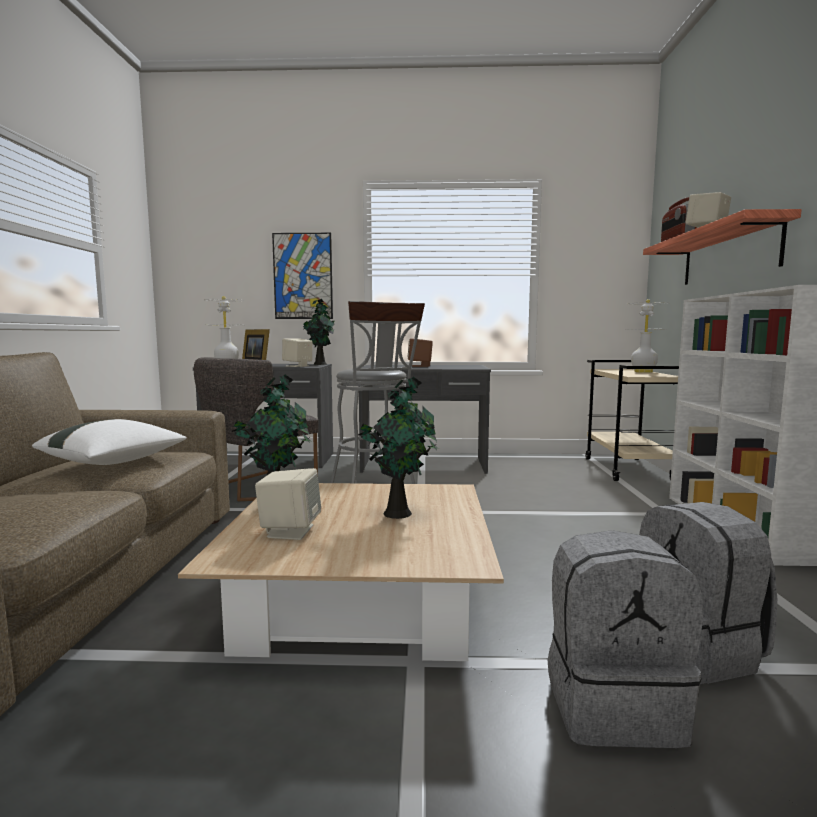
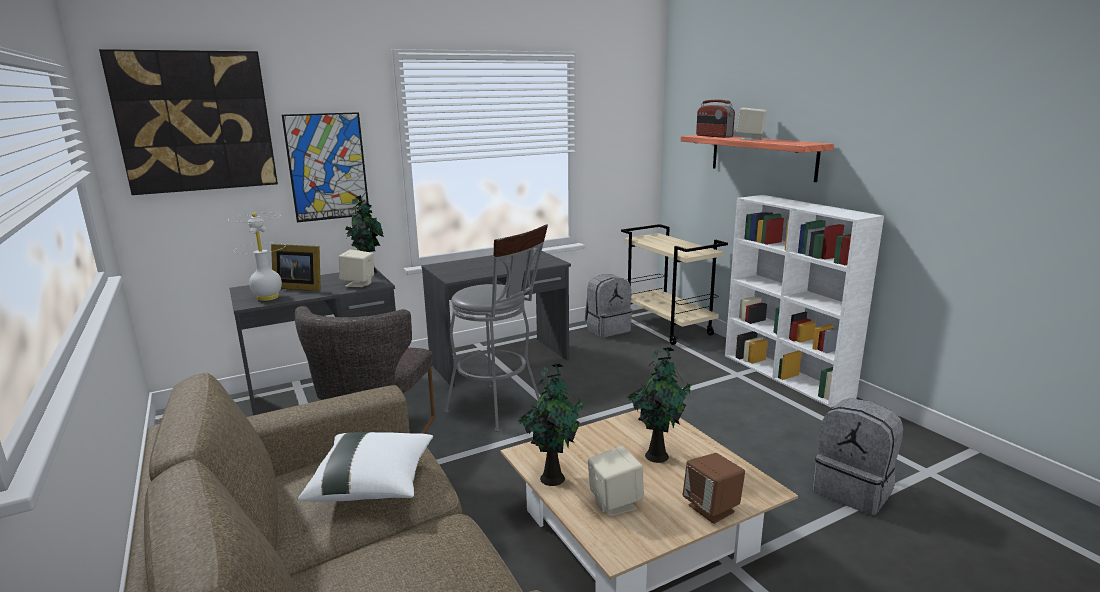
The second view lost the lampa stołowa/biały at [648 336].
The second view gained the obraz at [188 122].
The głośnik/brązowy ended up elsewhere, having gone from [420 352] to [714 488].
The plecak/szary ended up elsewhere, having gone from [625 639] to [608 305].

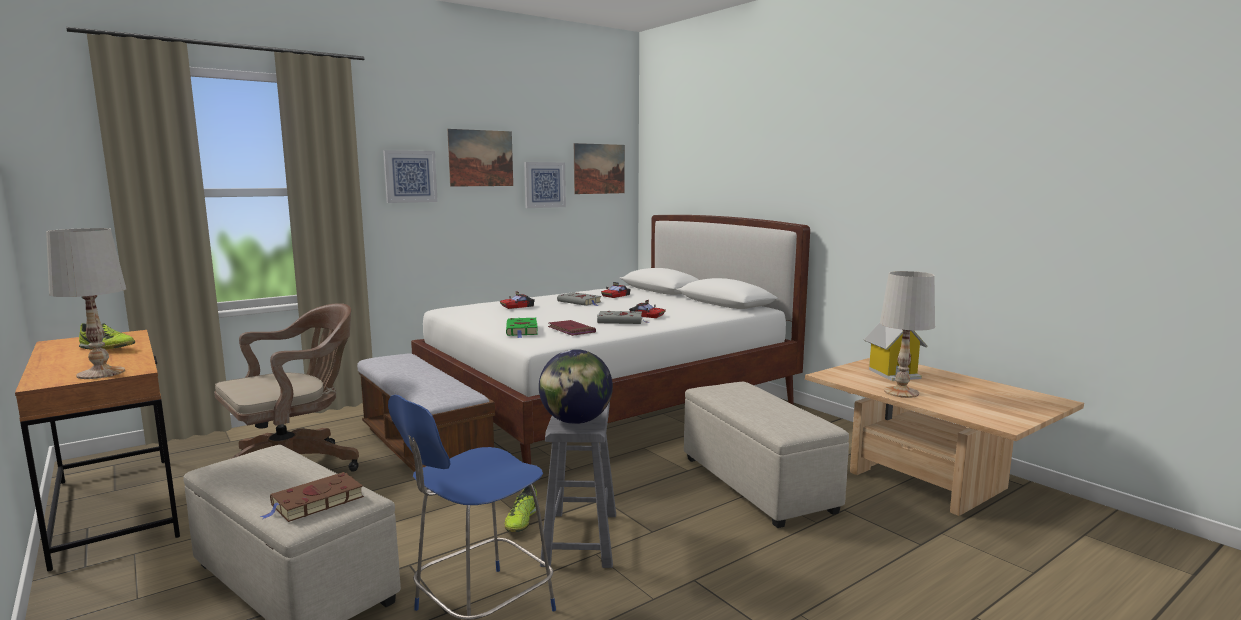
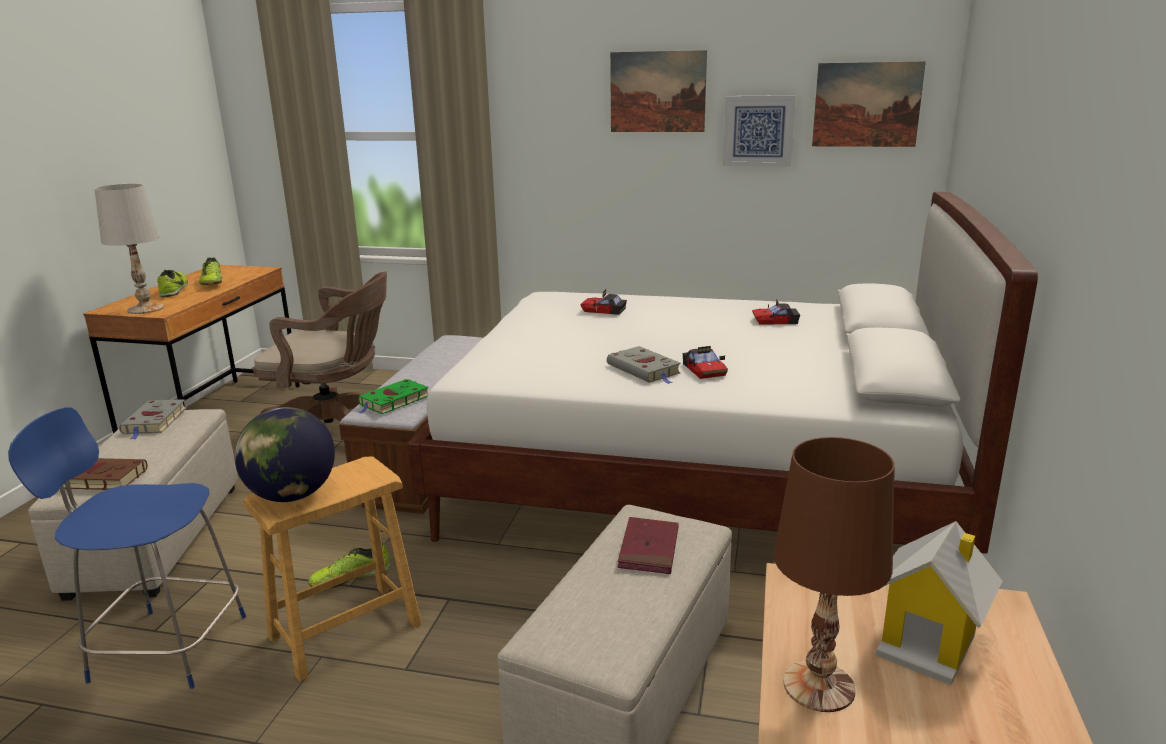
The second view lost the obraz at [410 176].
The second view gained the but at [172 283].
The książka/zielony ended up elsewhere, having gone from [522 328] to [393 396].
The książka/czerwony ended up elsewhere, having gone from [572 328] to [648 545].
The książka/szary ended up elsewhere, having gone from [579 299] to [153 419].
What was the stołek/szary at [578 485] turned into the stołek/brązowy at [332 568].
What was the lampa stołowa/biały at [907 334] turned into the lampa stołowa/brązowy at [834 574].

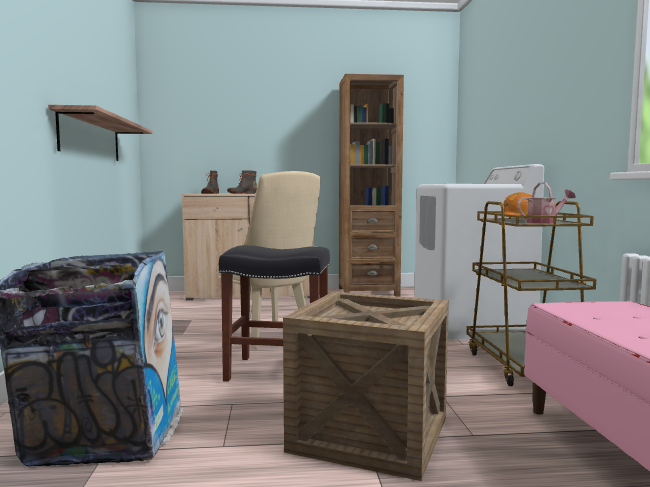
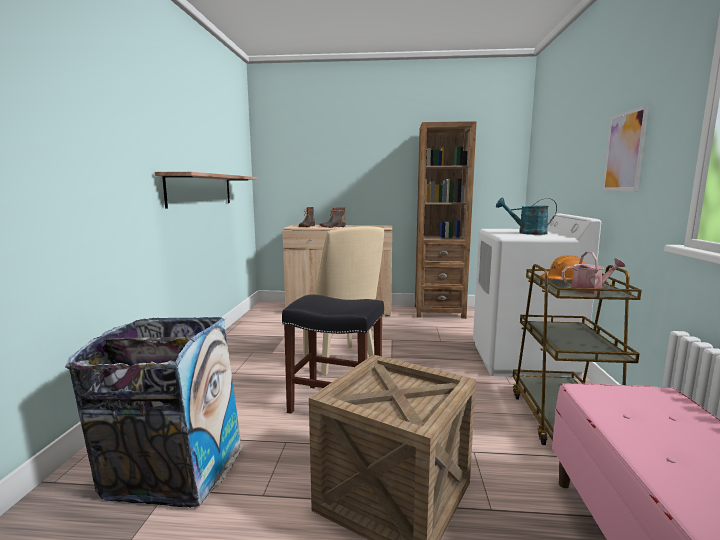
The second view gained the konewka/turkusowy at [526 216].
The second view gained the obraz at [625 148].

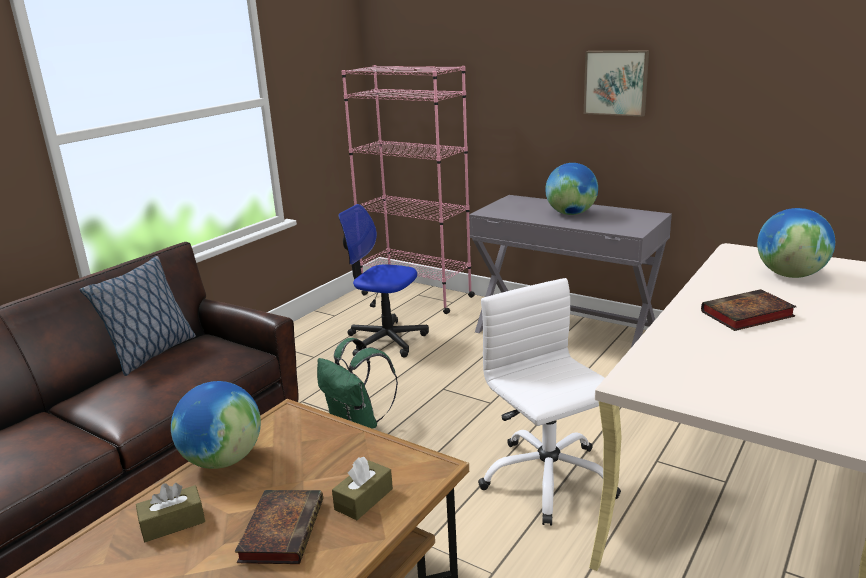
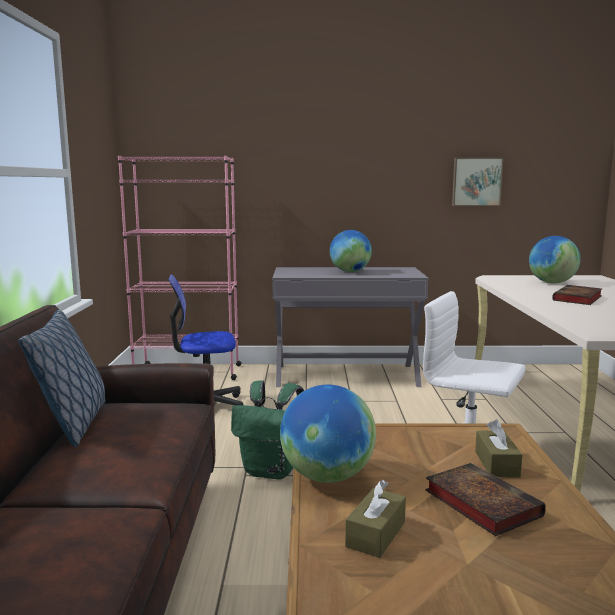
The obraz ended up elsewhere, having gone from [616 84] to [478 182].

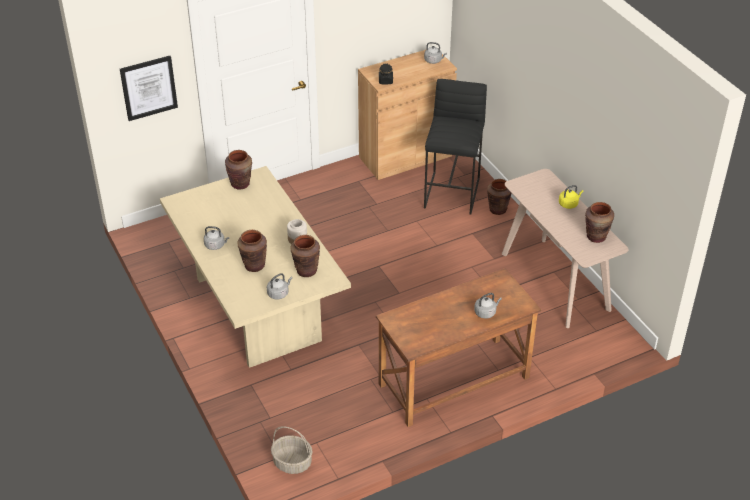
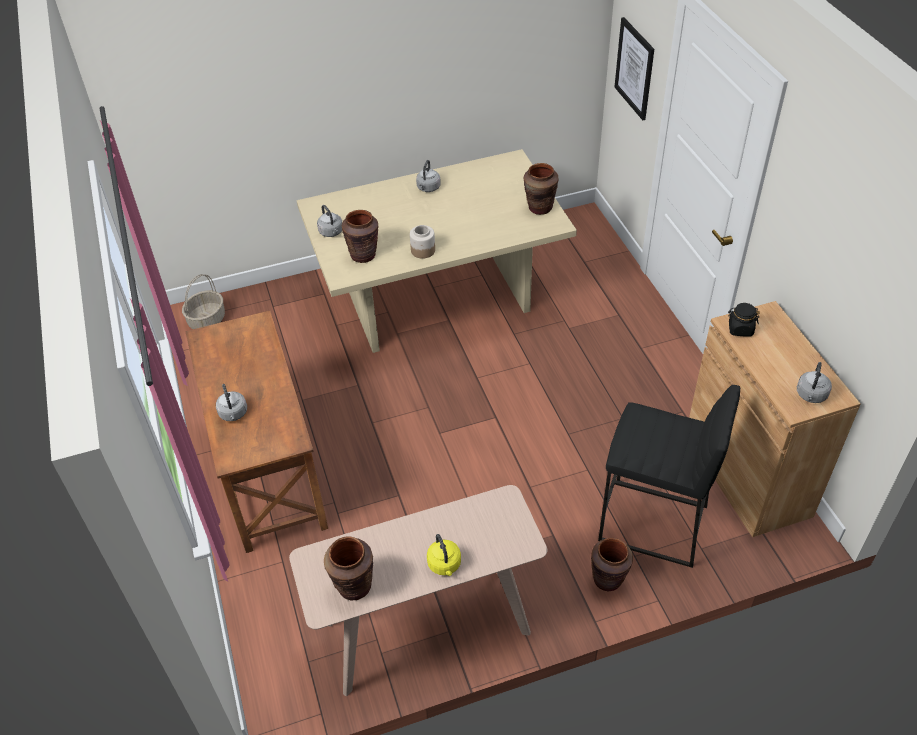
The second view lost the wazon/brązowy at [252 251].

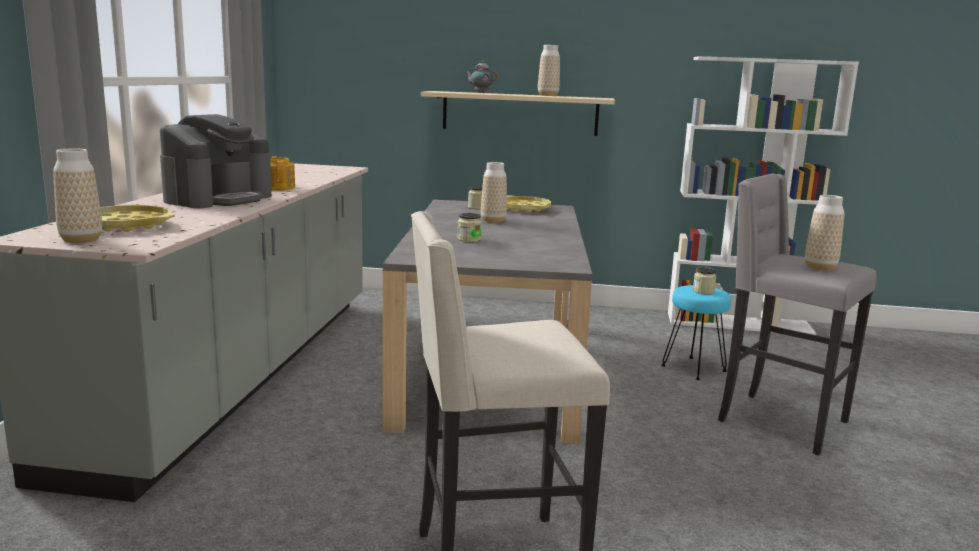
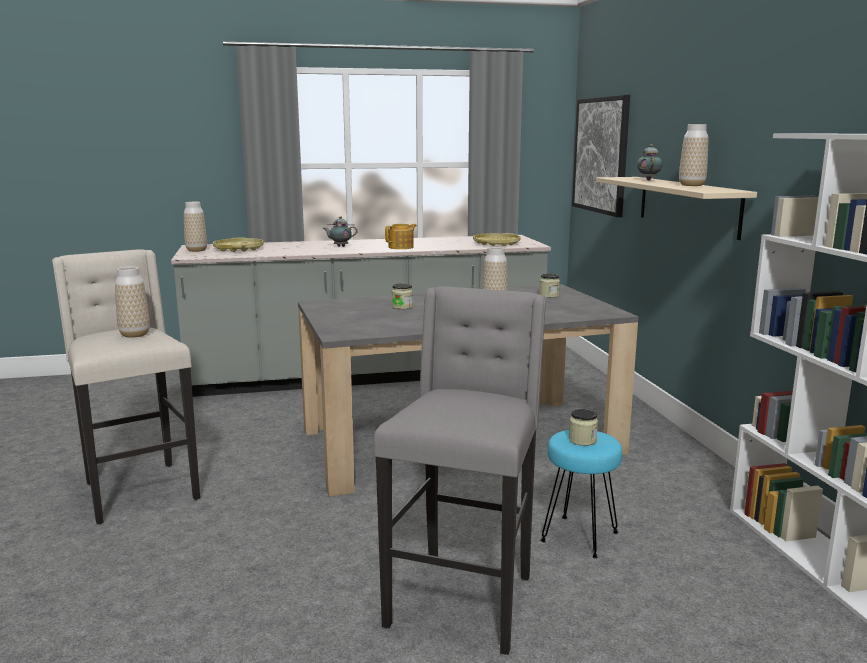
The second view gained the obraz at [601 156].
The taca/żółty ended up elsewhere, having gone from [529 203] to [497 239].
The wazon ended up elsewhere, having gone from [824 233] to [132 302].
Where the ekspres do kawy stood at [216 161], the imbryk came to stand at [340 231].

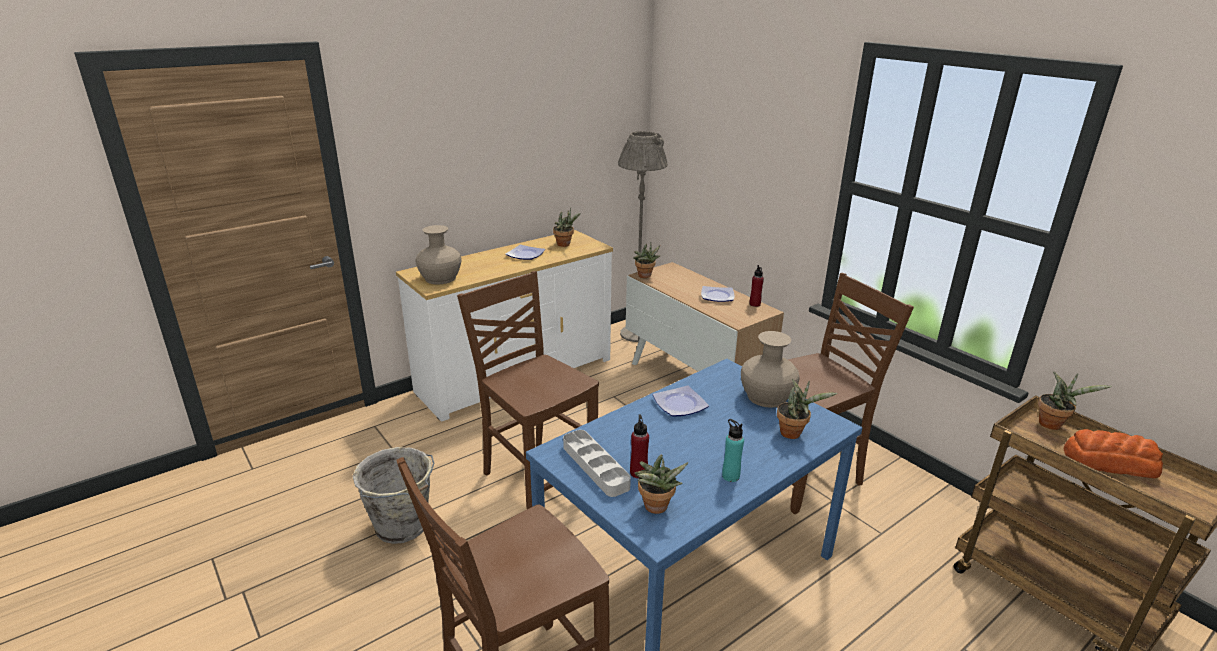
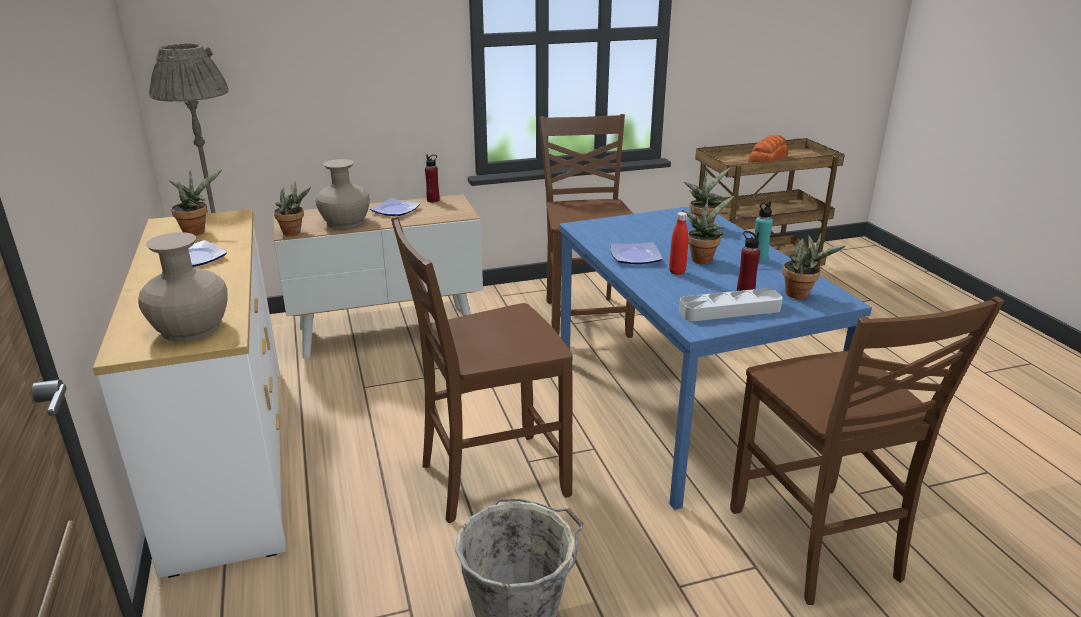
The second view gained the butelka/czerwony at [678 243].
The wazon/beżowy ended up elsewhere, having gone from [770 369] to [343 194].
The roślina doniczkowa ended up elsewhere, having gone from [1075 400] to [708 230].

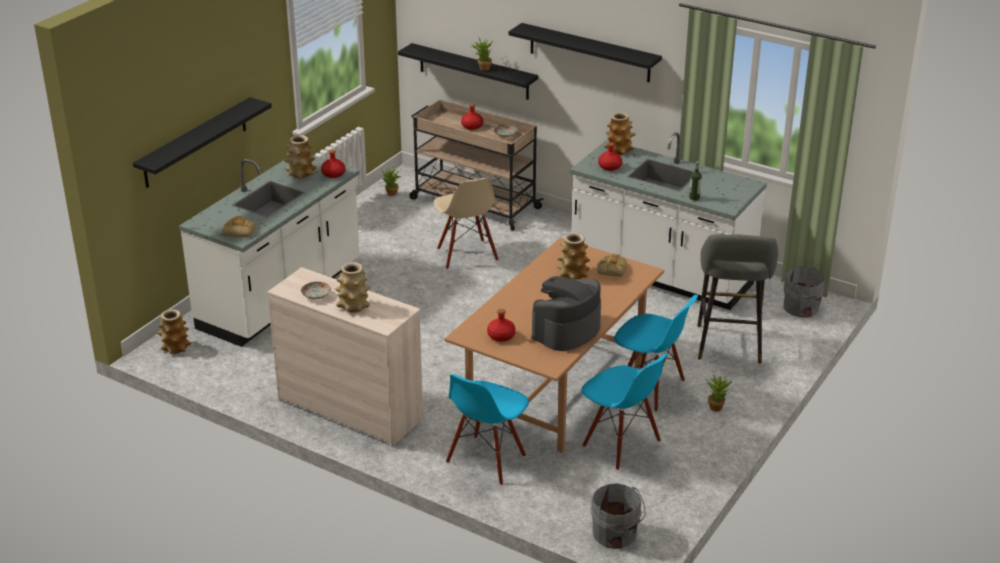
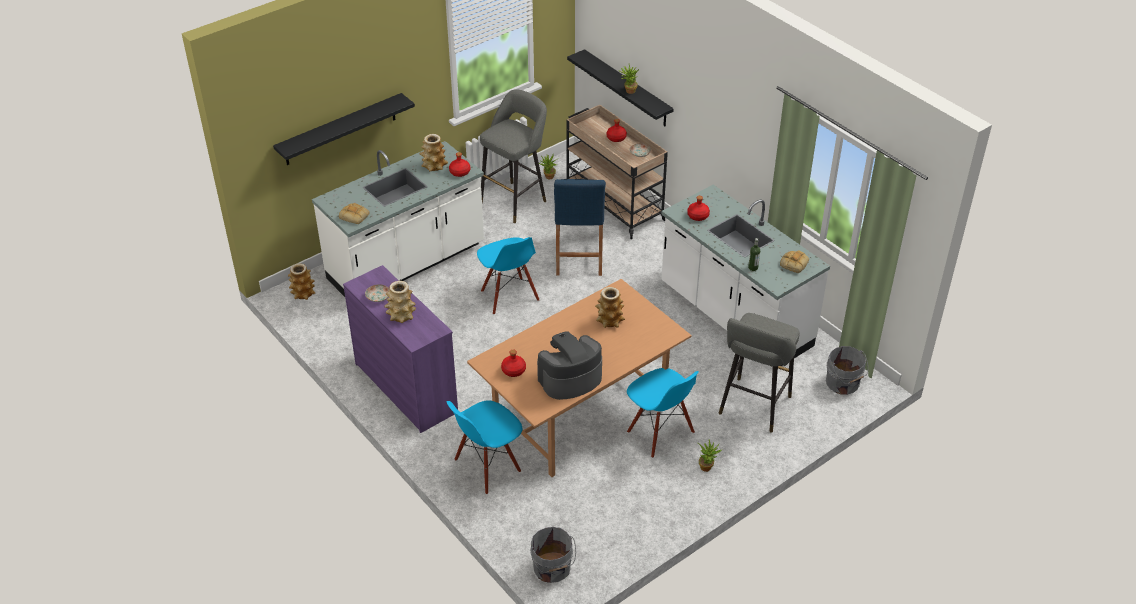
The second view lost the półka/czarny at [585 52].
The second view lost the wazon at [620 133].
The second view gained the stołek/szary at [513 156].
The krzesło/niebieski ended up elsewhere, having gone from [625 411] to [508 276].
The chleb ended up elsewhere, having gone from [612 265] to [794 261].
Where the krzesło/beżowy stood at [466 223], the stołek/niebieski came to stand at [580 227].
What was the komoda/beżowy at [345 356] turned into the komoda/fioletowy at [400 349].

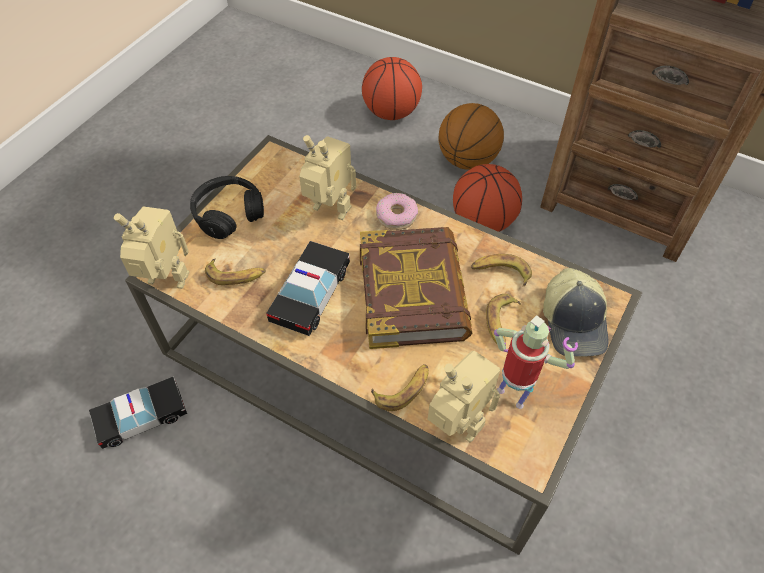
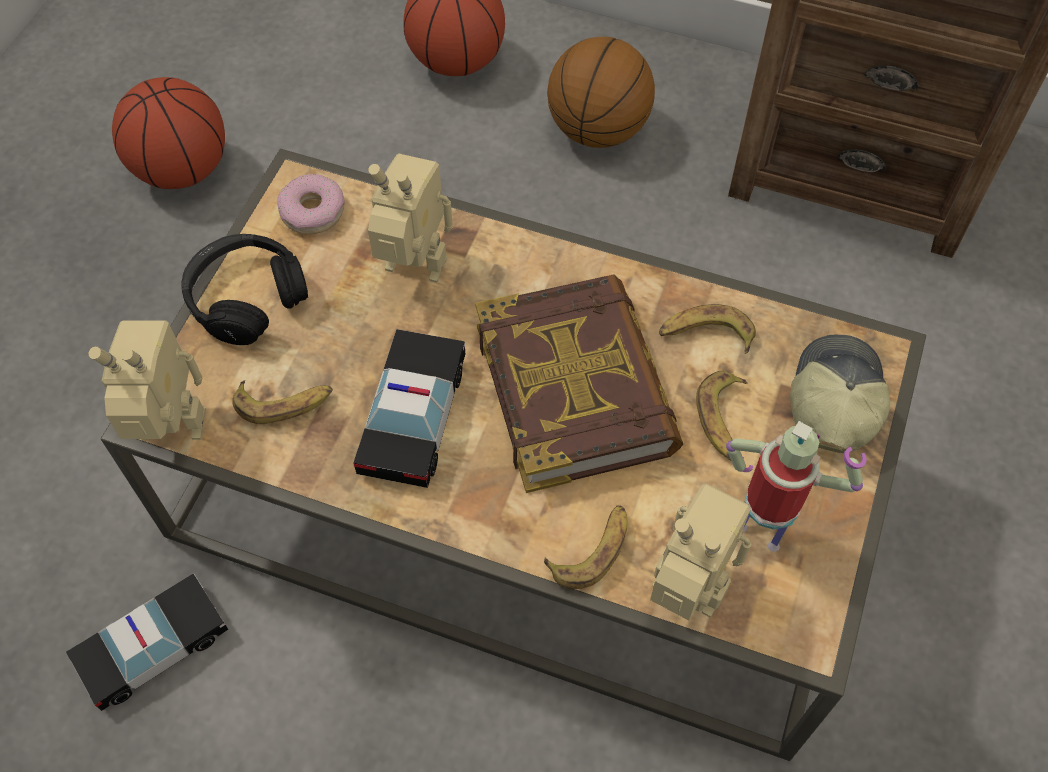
The donut ended up elsewhere, having gone from [397 211] to [311 204].
The piłka do koszykówki ended up elsewhere, having gone from [487 198] to [168 133].
The czapka z daszkiem at [575 312] ended up facing another way, 150 degrees counterclockwise from before.

